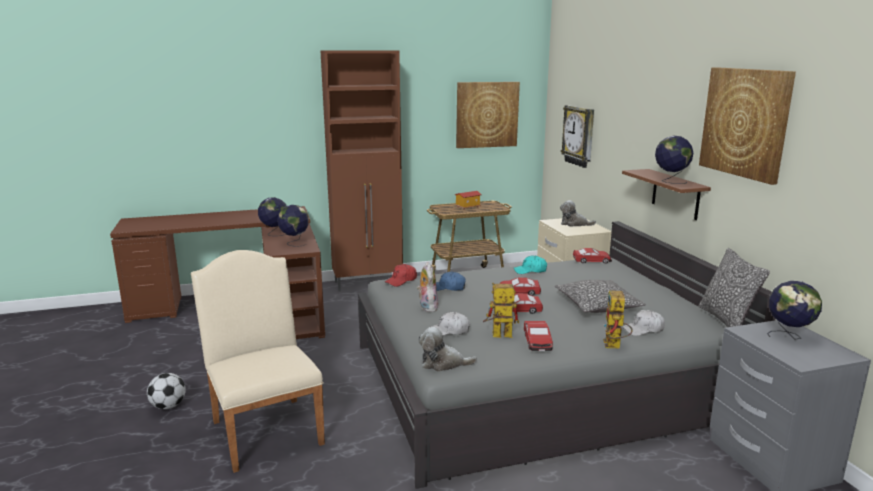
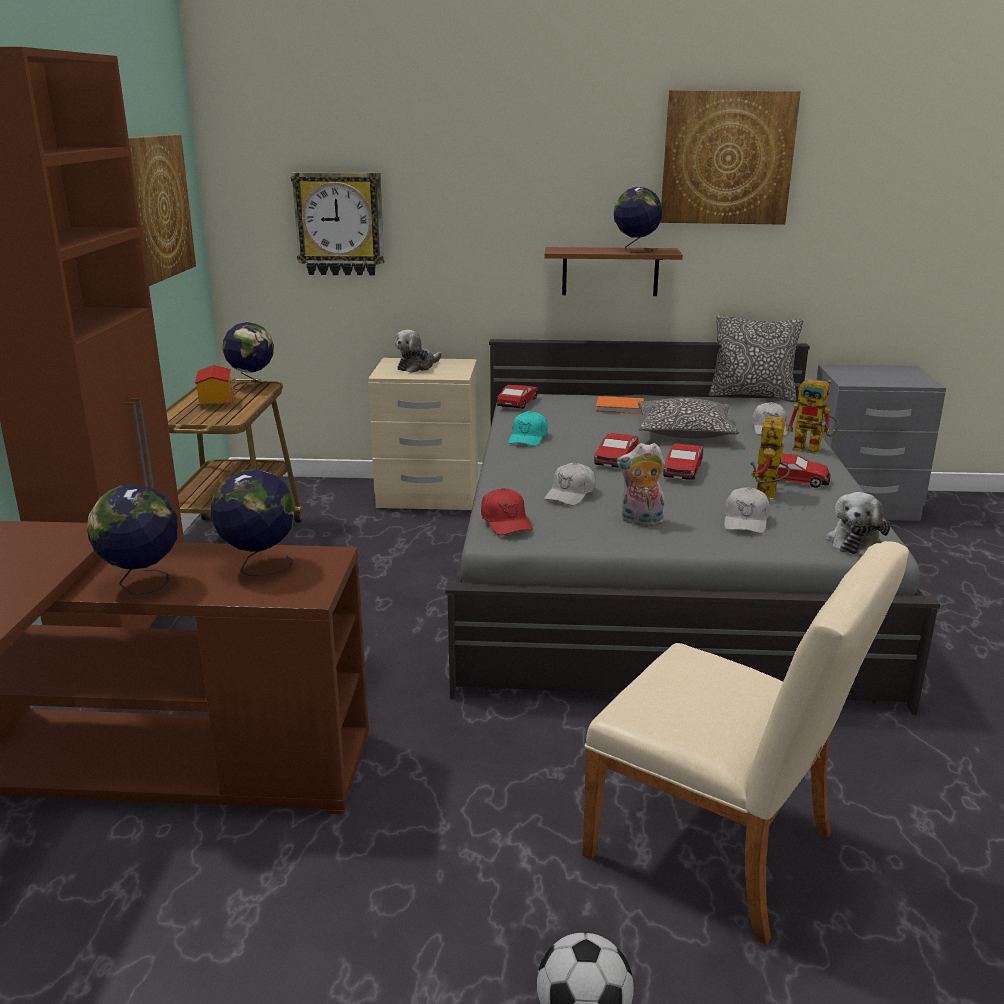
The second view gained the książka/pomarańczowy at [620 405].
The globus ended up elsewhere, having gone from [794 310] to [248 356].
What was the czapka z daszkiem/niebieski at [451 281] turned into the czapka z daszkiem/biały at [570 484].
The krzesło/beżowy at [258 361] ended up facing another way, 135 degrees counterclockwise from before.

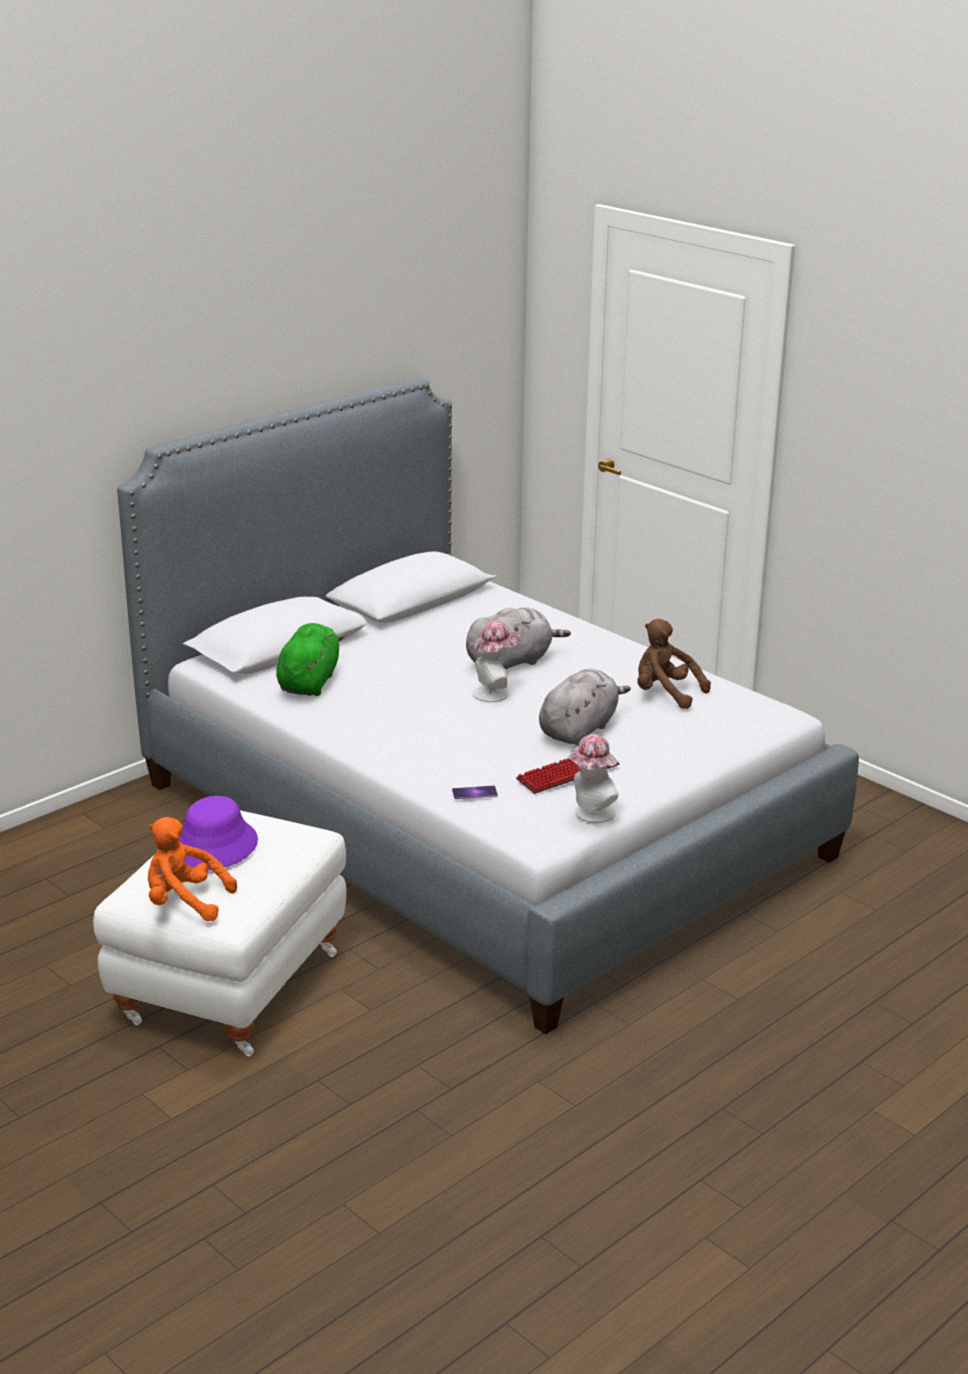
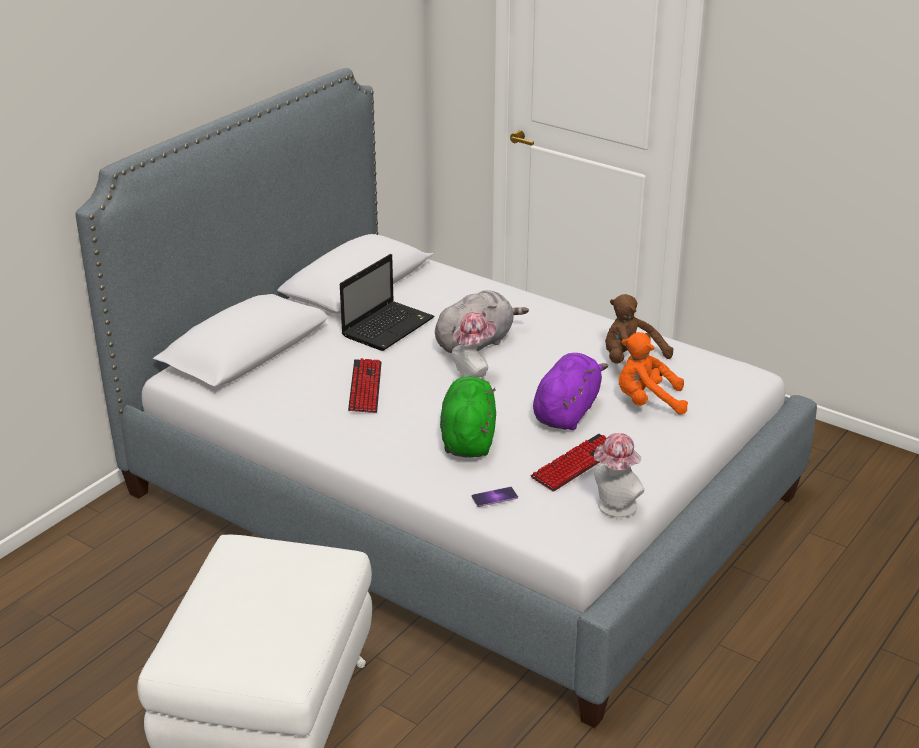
The second view lost the kapelusz/fioletowy at [218 833].
The second view gained the laptop at [387 302].
The second view gained the klawiatura at [365 385].
The pluszak/pomarańczowy ended up elsewhere, having gone from [192 869] to [653 373].
The pluszak/zielony ended up elsewhere, having gone from [310 659] to [468 417].
What was the pluszak/szary at [585 707] turned into the pluszak/fioletowy at [570 391].

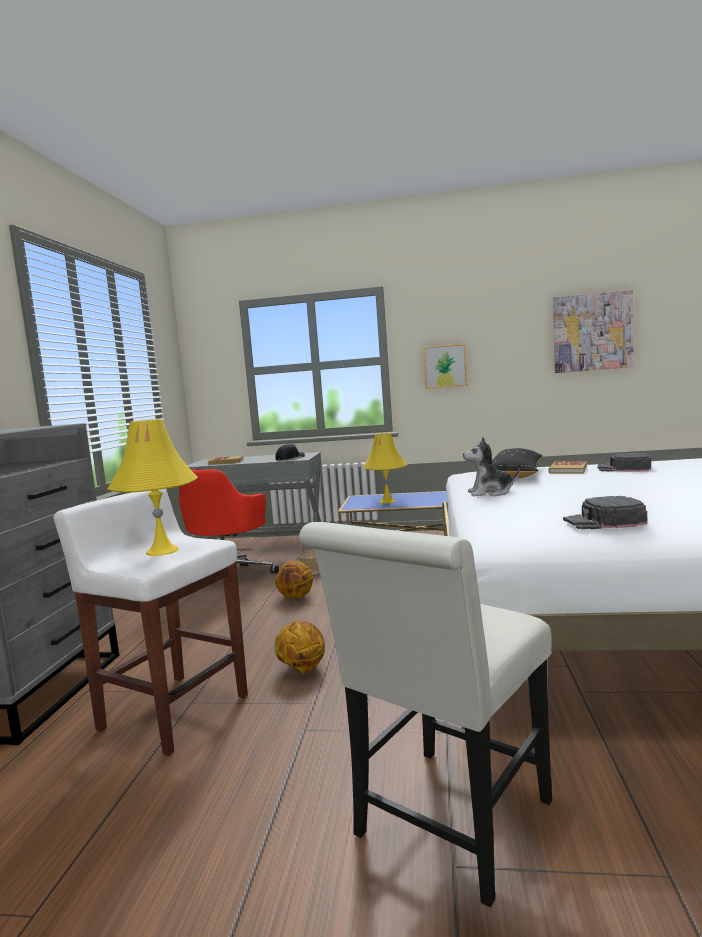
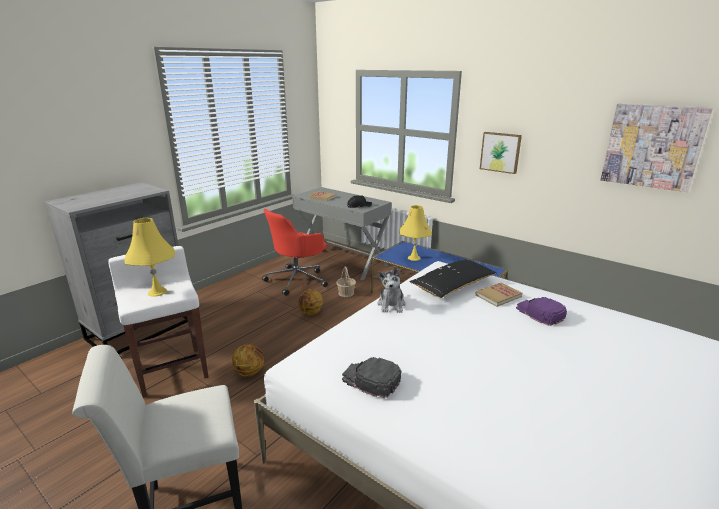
What was the czapka z daszkiem/czarny at [624 462] turned into the czapka z daszkiem/fioletowy at [541 311].
The pluszak at [491 467] ended up facing another way, 120 degrees counterclockwise from before.

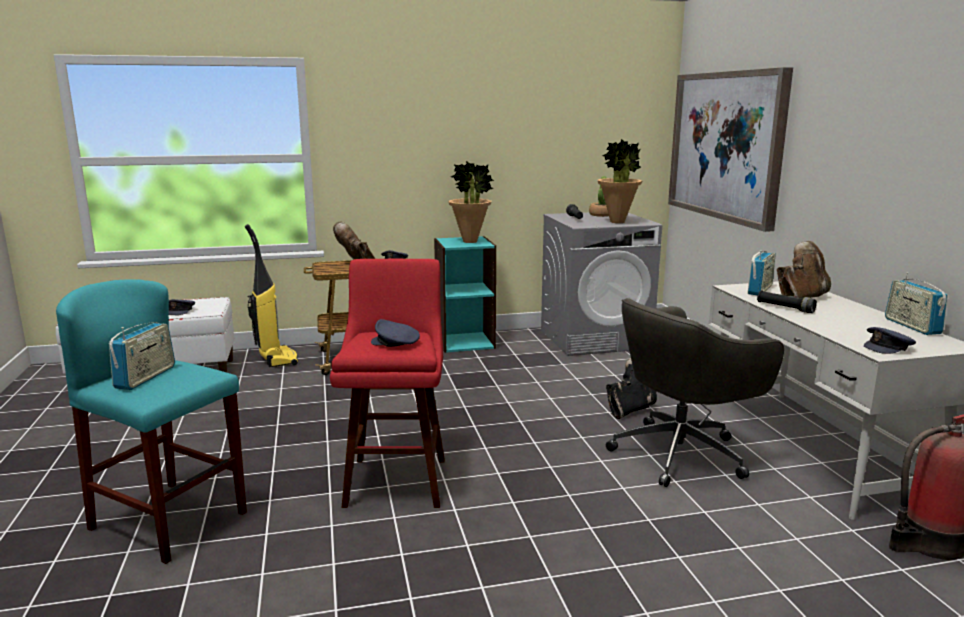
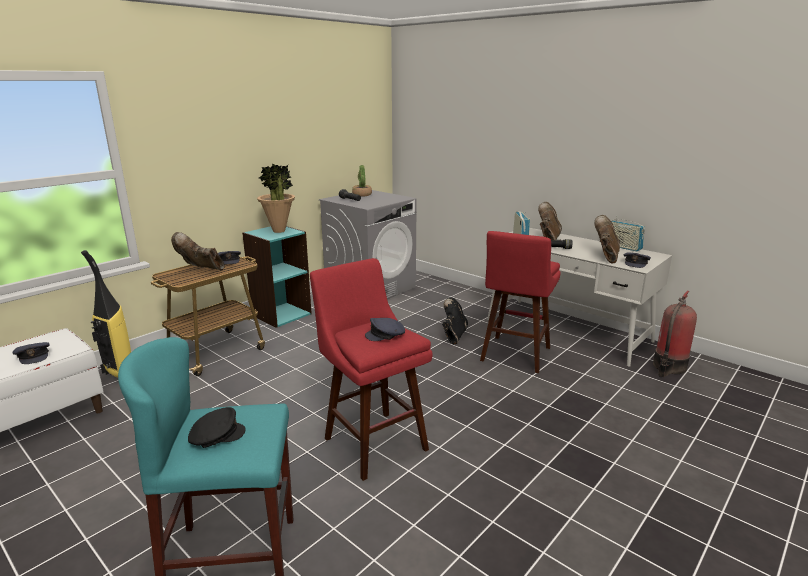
The second view lost the roślina doniczkowa at [620 181].
The second view lost the obraz at [730 149].
The second view gained the but z cholewką/brązowy at [607 239].
Where the radio stood at [142 356], the czapka z daszkiem/czarny came to stand at [217 427].
Where the krzesło biurowe/szary stood at [695 392], the stołek/czerwony came to stand at [520 302].

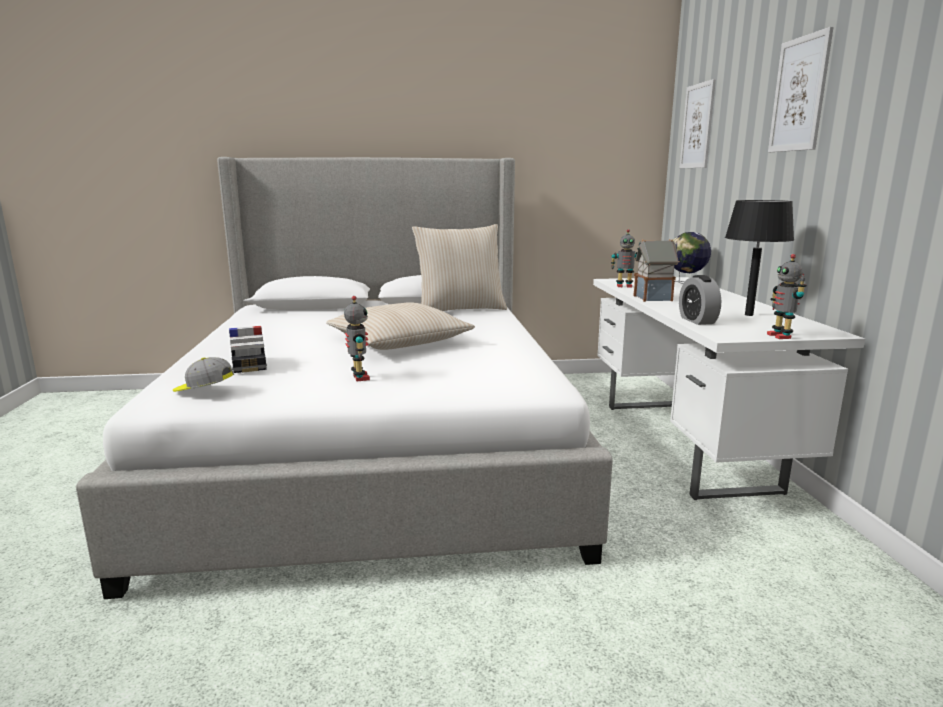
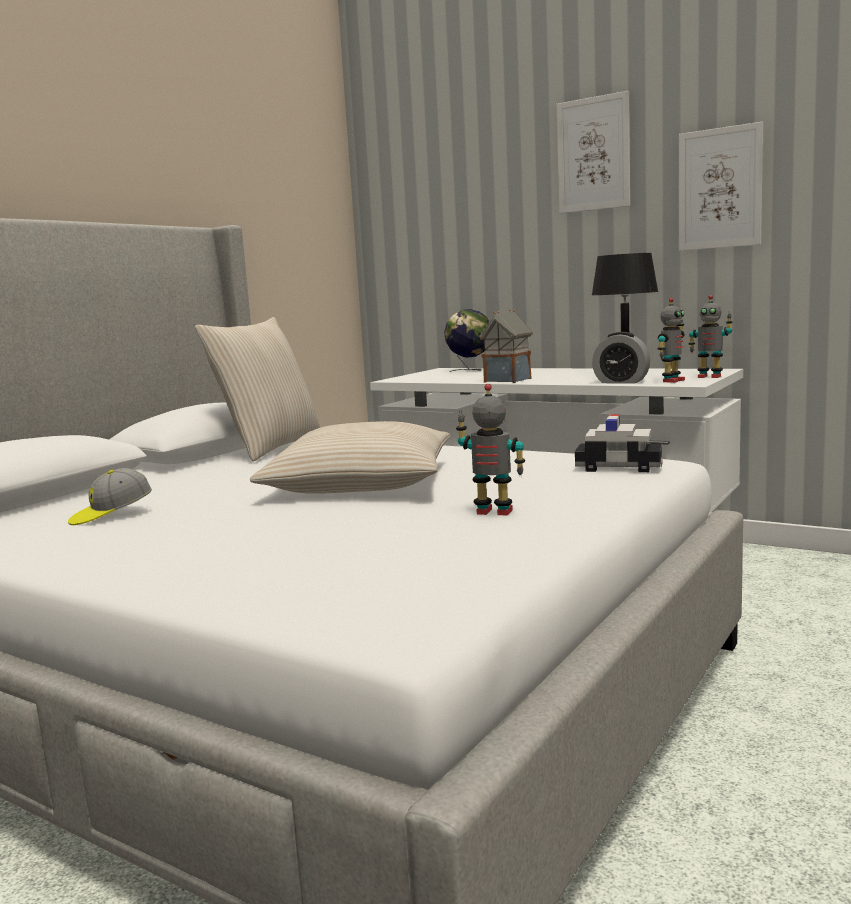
The czapka z daszkiem ended up elsewhere, having gone from [203 374] to [110 496].
The samochodzik ended up elsewhere, having gone from [248 349] to [618 443].
The robot zabawkowy ended up elsewhere, having gone from [626 258] to [671 340].
The obraz ended up elsewhere, having gone from [698 124] to [721 186].

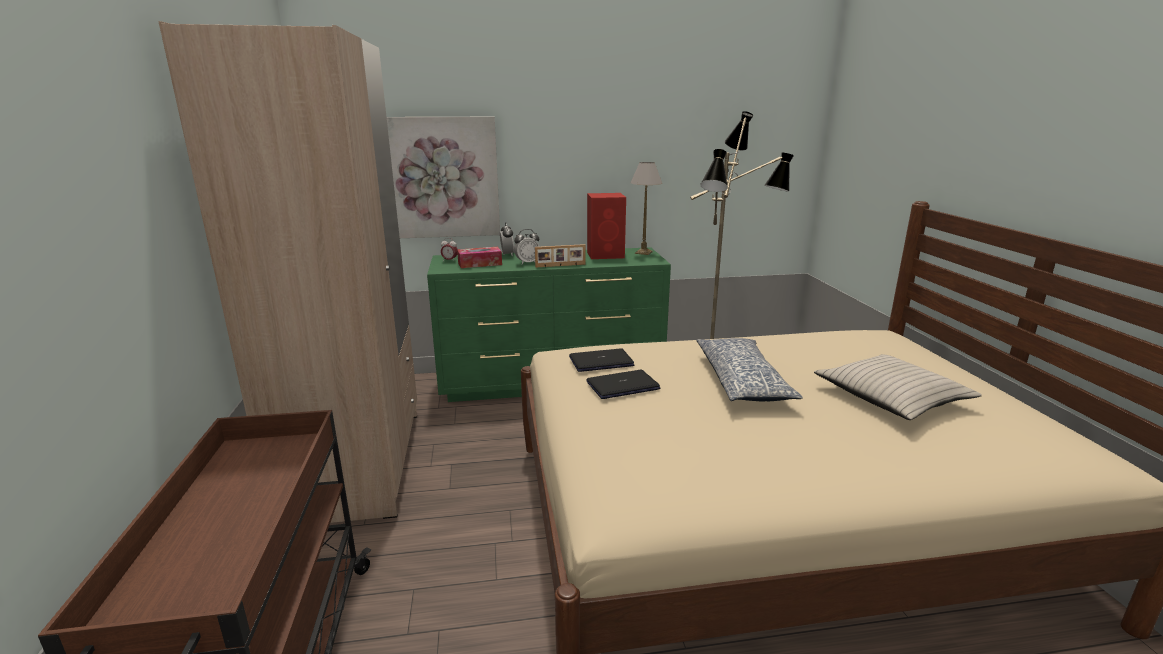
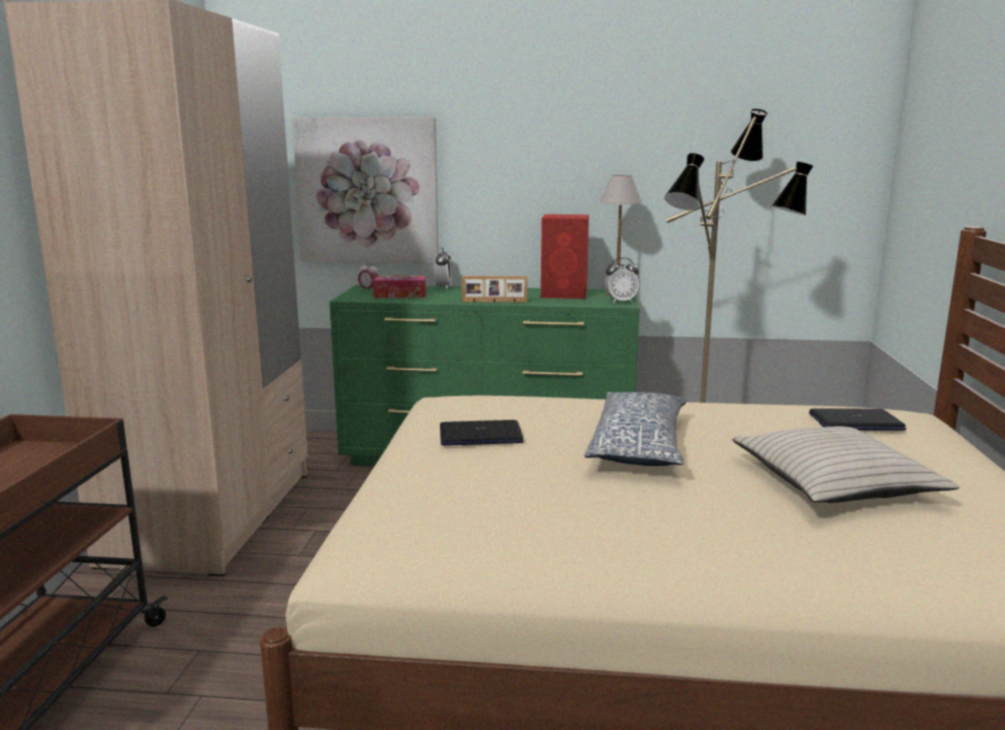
The budzik ended up elsewhere, having gone from [527 246] to [622 280].
The laptop ended up elsewhere, having gone from [602 360] to [857 419].

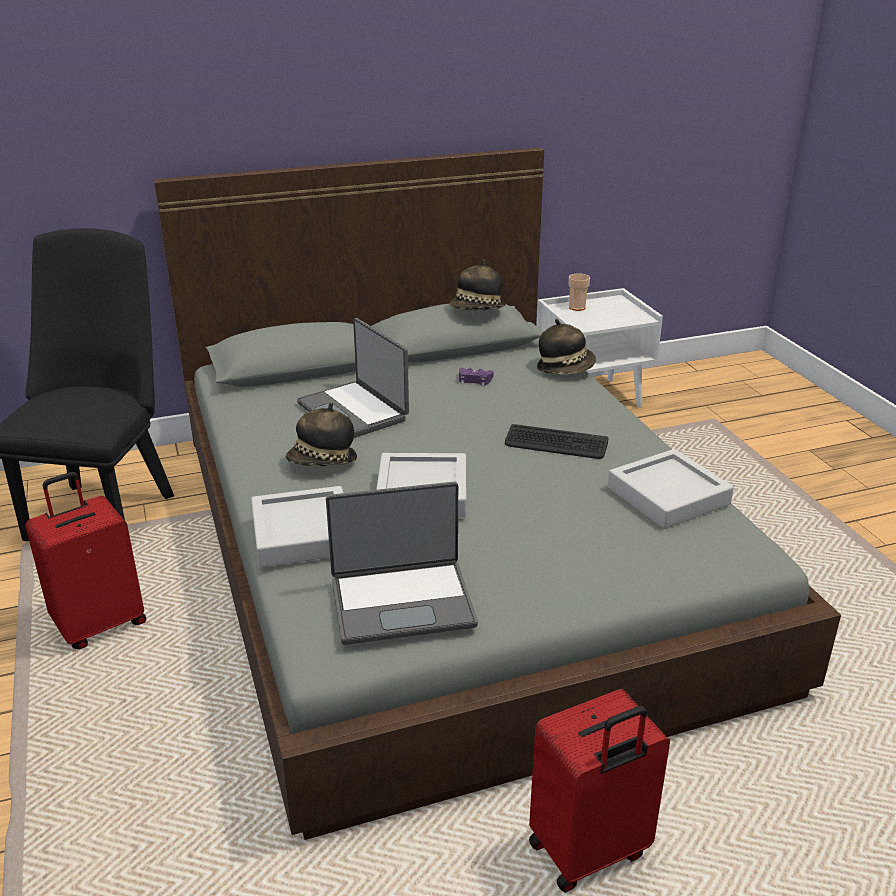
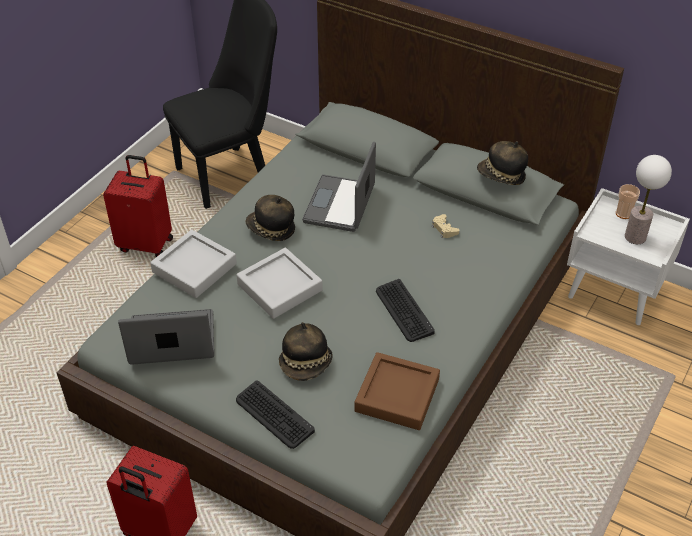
The second view gained the klawiatura at [275 414].
The second view gained the lampa stołowa at [648 199].
The kapelusz ended up elsewhere, having gone from [566 347] to [305 351].
What was the pad do gier/fioletowy at [476 377] turned into the pad do gier/beżowy at [445 226].
What was the taca/szary at [671 489] turned into the taca/brązowy at [397 391].
The laptop at [402 563] ended up facing another way, 135 degrees clockwise from before.

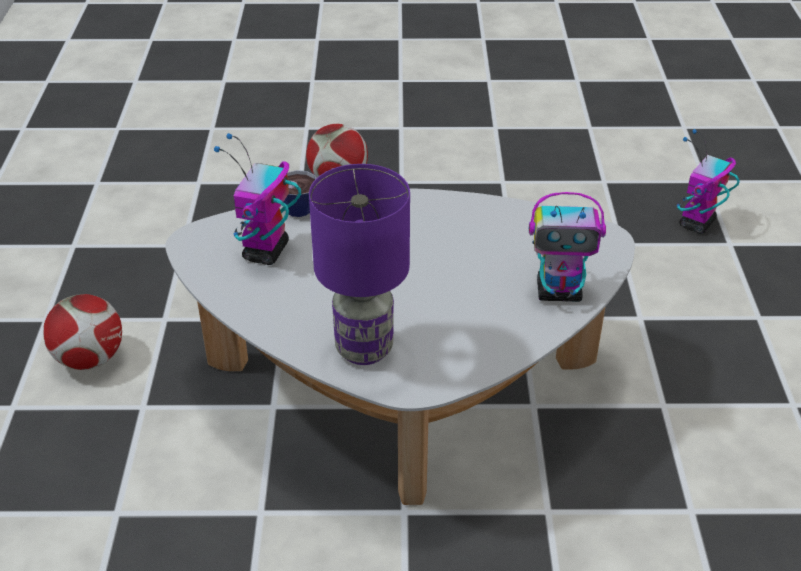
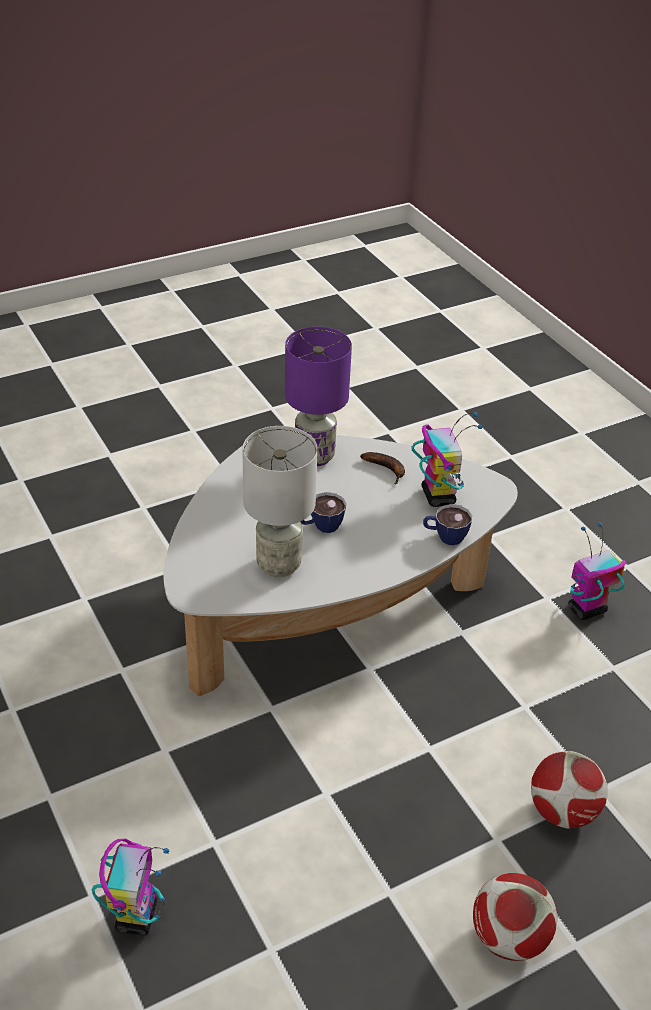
The second view gained the lampa stołowa/szary at [280 501].
The second view gained the filiżanka at [323 512].
The second view gained the banan at [382 468].
The piłka futbolowa ended up elsewhere, having gone from [82 332] to [515 917].
The robot zabawkowy ended up elsewhere, having gone from [567 247] to [597 571].

